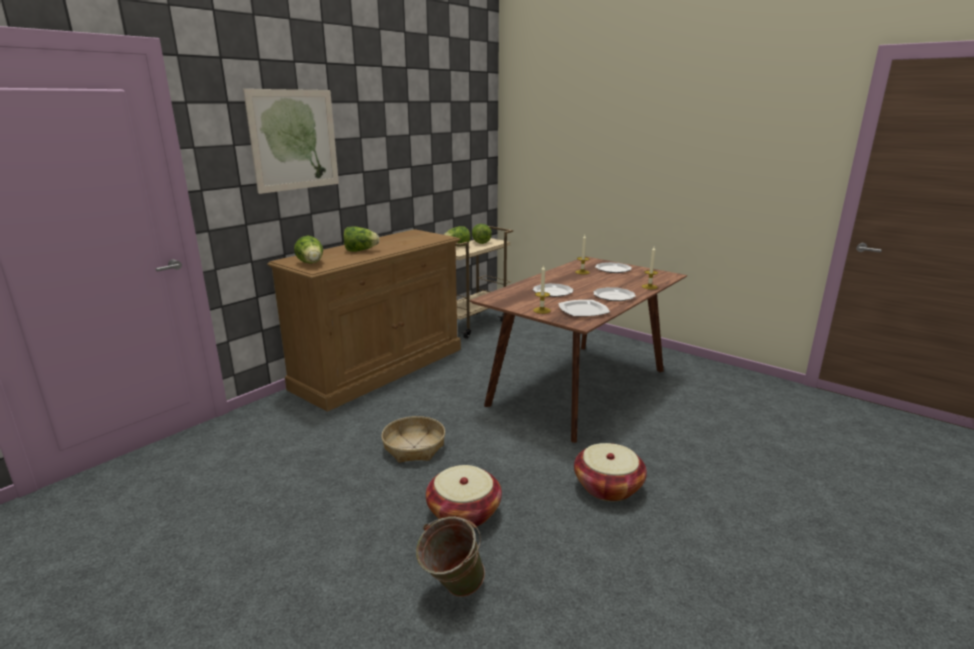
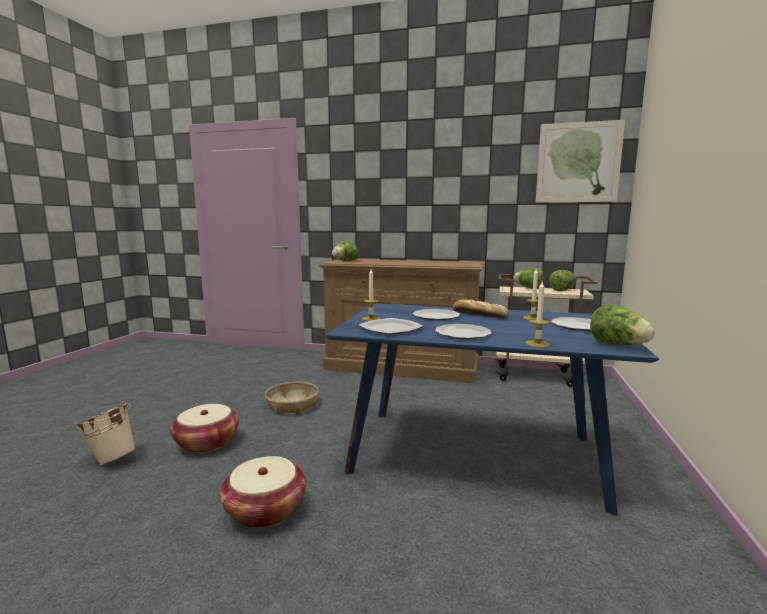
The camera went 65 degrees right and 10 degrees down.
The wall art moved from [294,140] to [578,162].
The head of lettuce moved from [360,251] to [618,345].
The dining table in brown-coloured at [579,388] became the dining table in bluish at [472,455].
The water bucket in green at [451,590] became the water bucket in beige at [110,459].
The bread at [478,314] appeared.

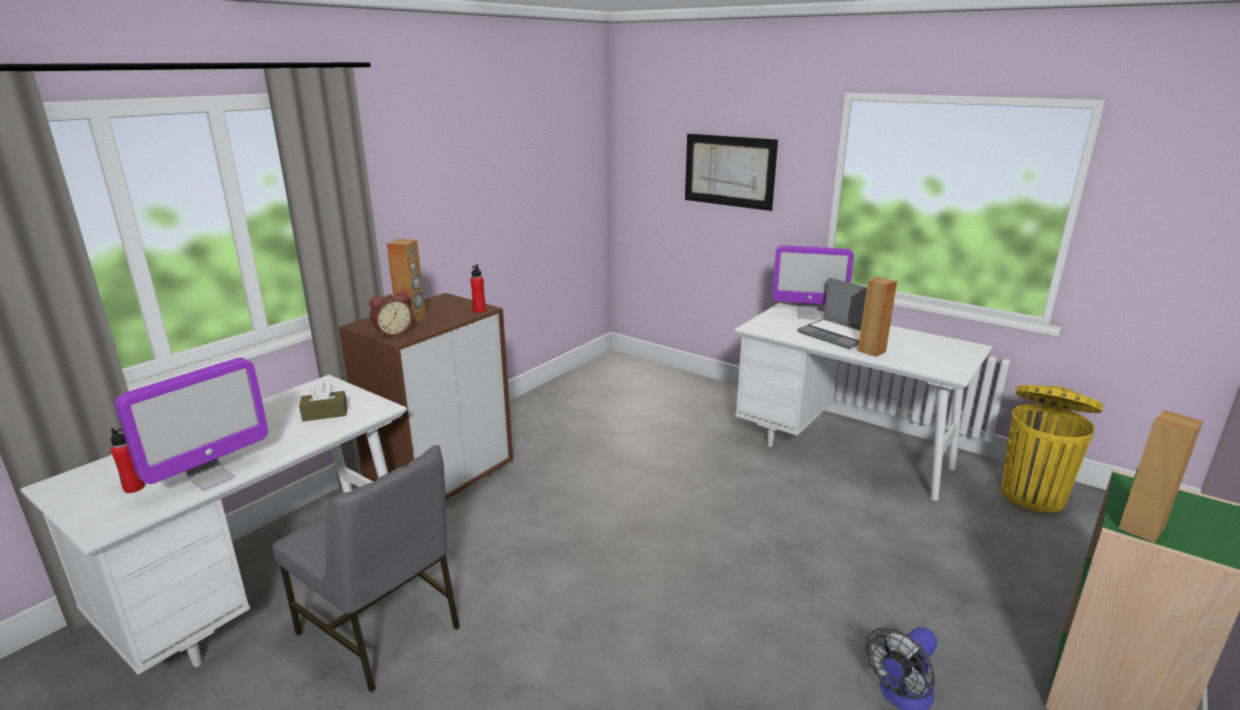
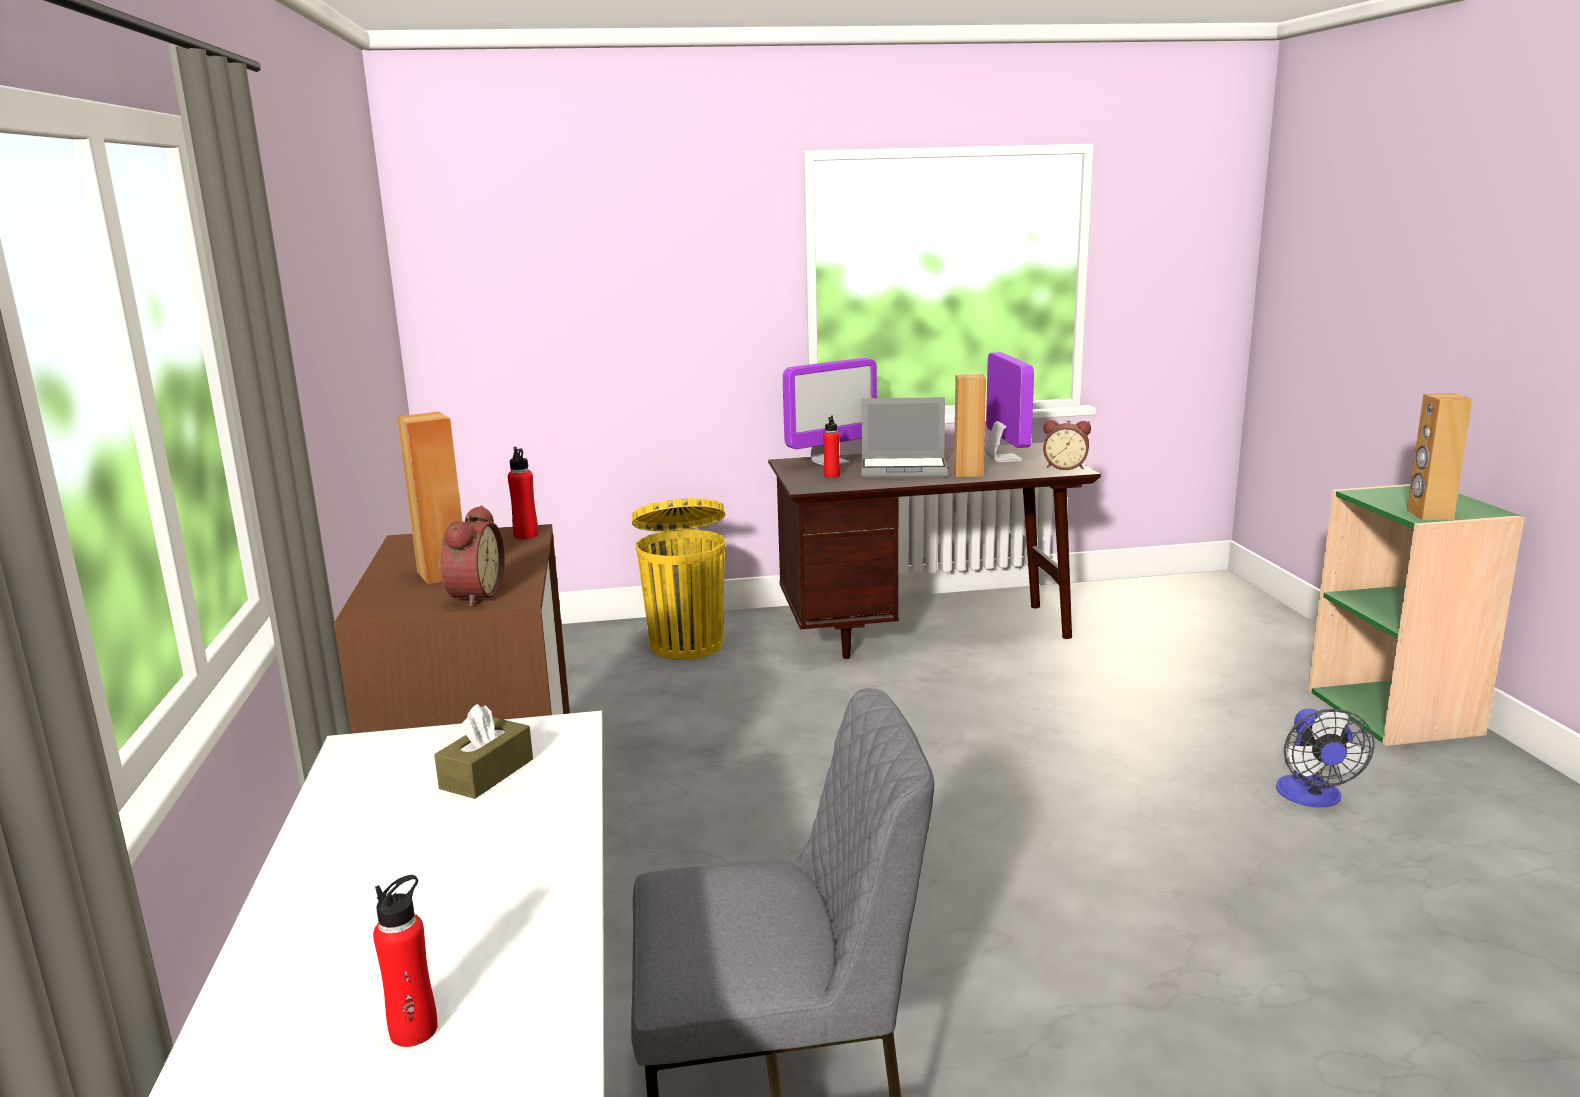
The camera went 45 degrees left and 5 degrees down.
The wall art at [729,171] disappeared.
The desk table in whitish at [844,452] became the desk table in brown-coloured at [926,632].
The monitor moved from [212,478] to [1004,459].
The trash can in yellow moved from [1032,495] to [686,644].
The bottle in red-coloured at [831,475] appeared.
The table clock at [1065,467] appeared.

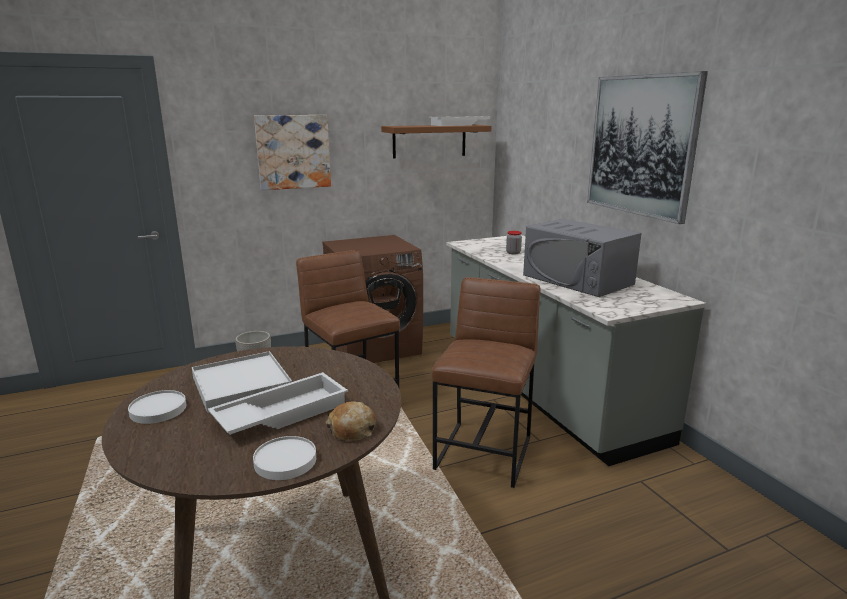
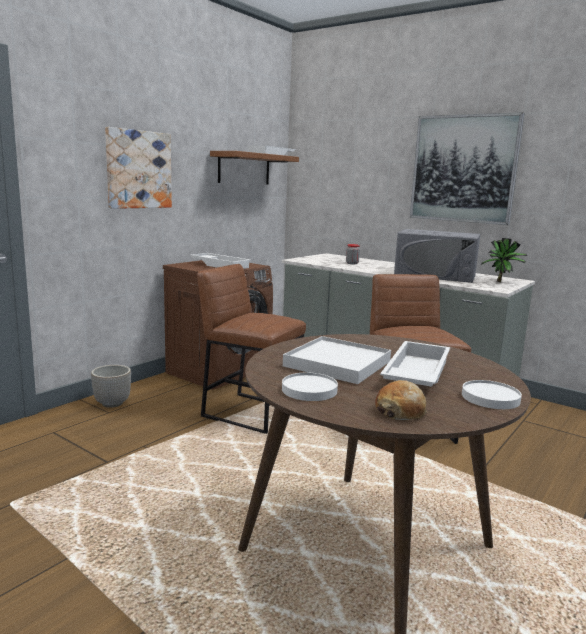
The camera went 30 degrees left and 5 degrees down.
The bread moved from [352,429] to [400,411].
The plant in a pot at [502,282] appeared.
The serving tray in whitish at [220,265] appeared.

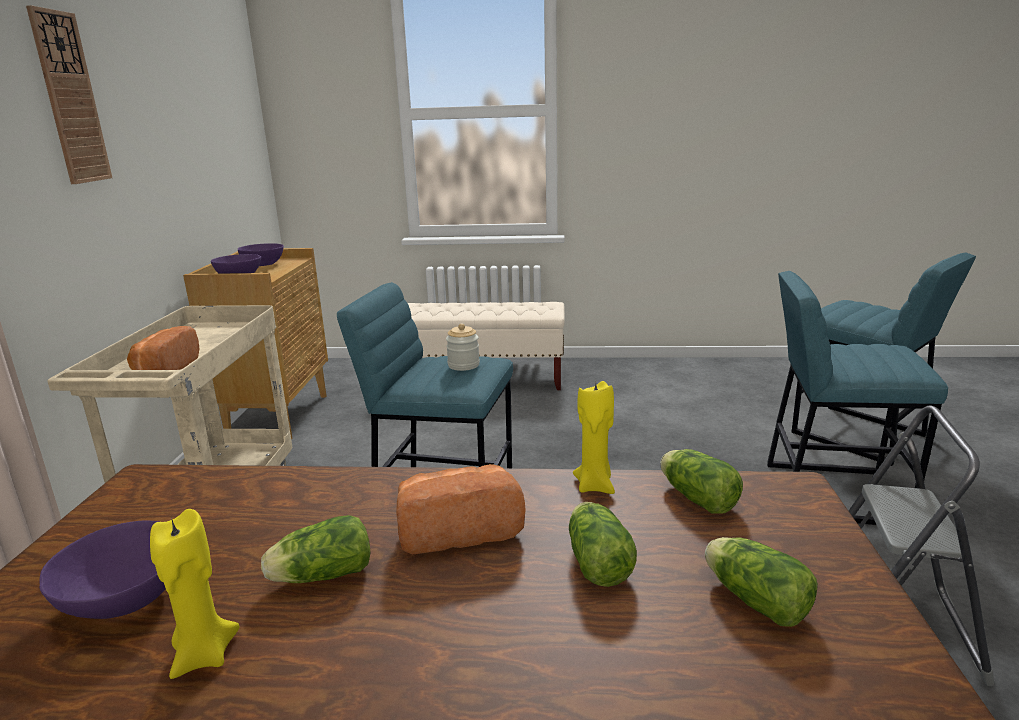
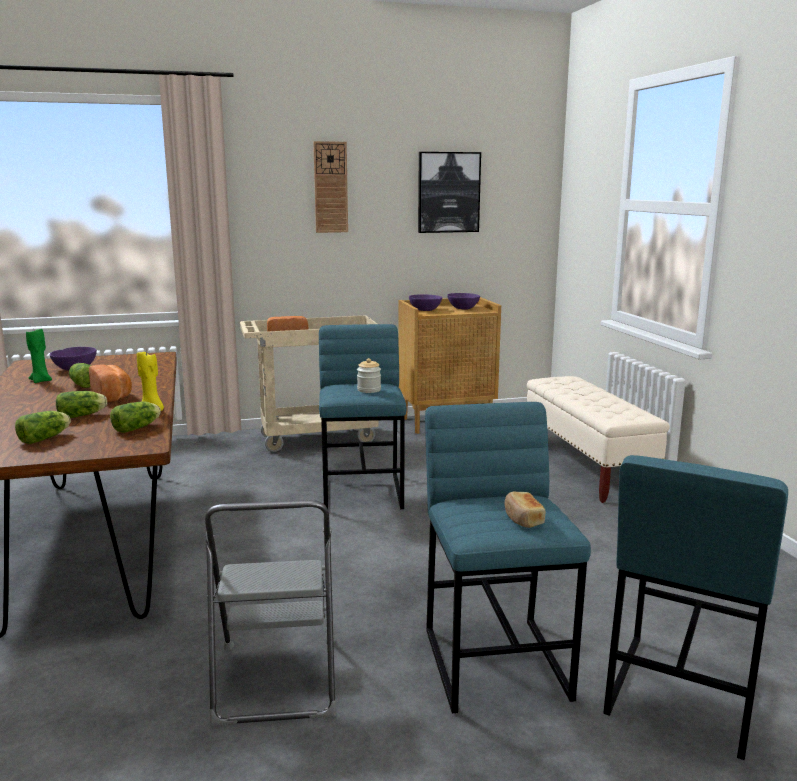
The camera went 70 degrees right and 5 degrees down.
The candle in yellow at [203,655] became the candle in green at [41,381].
The wall art at [448,192] appeared.
The bread at [522,519] appeared.

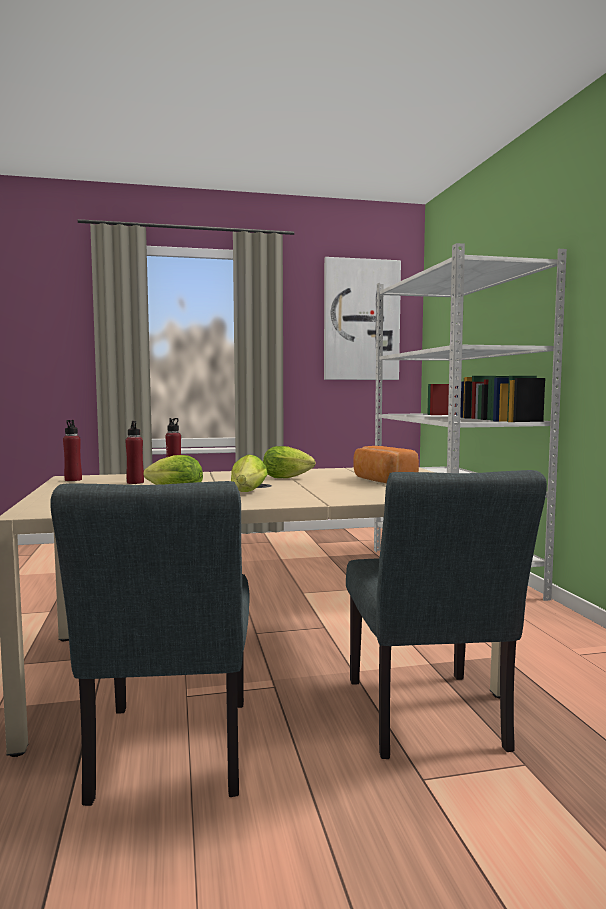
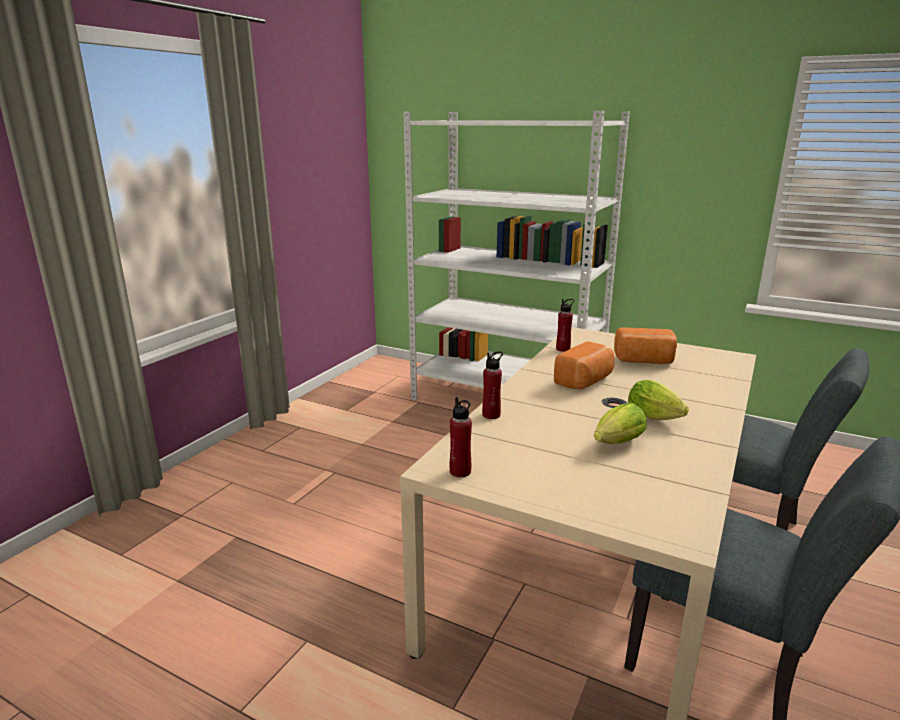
The camera went 50 degrees left and 15 degrees up.
The wall art at [361,320] disappeared.
The bottle in red-coloured moved from [135,482] to [563,349].
The head of lettuce at [289,478] was replaced by the bread at [585,381].

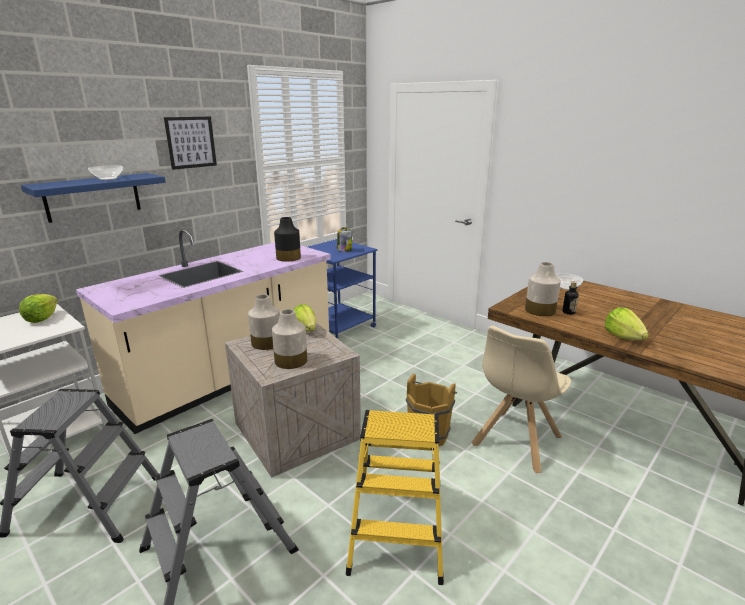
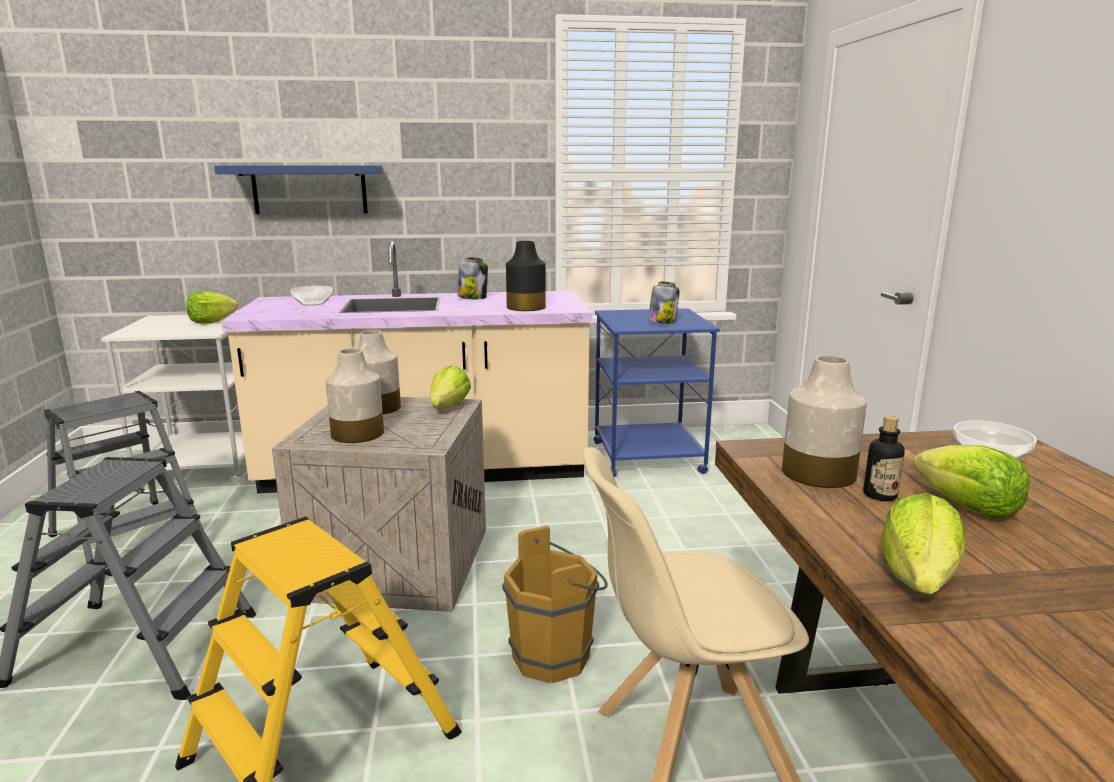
The camera went 40 degrees right and 5 degrees down.
The wall art at [191,142] disappeared.
The deep dish moved from [108,178] to [313,303].
The jar at [473,297] appeared.
The head of lettuce at [967,507] appeared.

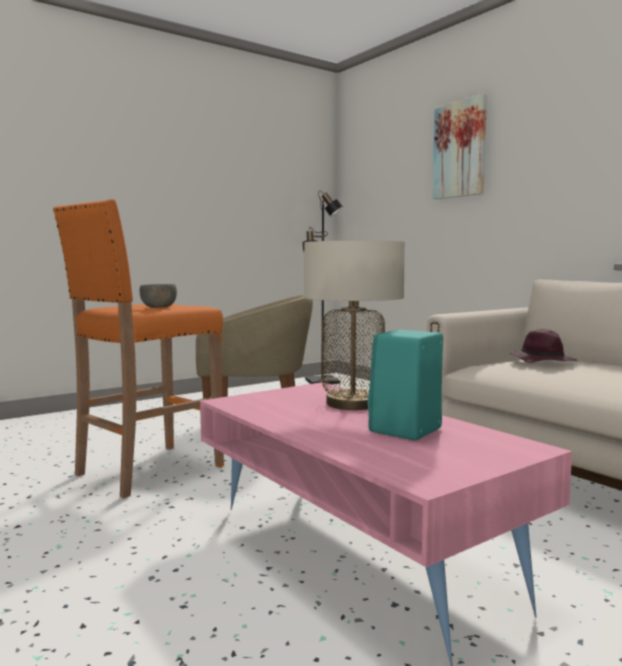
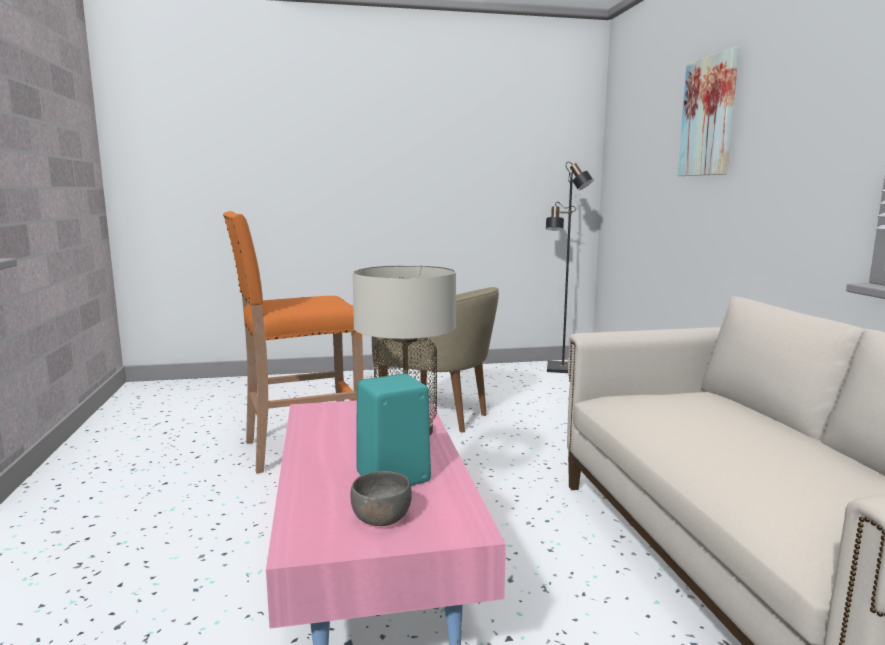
The camera went 25 degrees right and 5 degrees up.
The deep dish in gray moved from [158,307] to [381,518].
The clothing hat in purple at [540,361] disappeared.

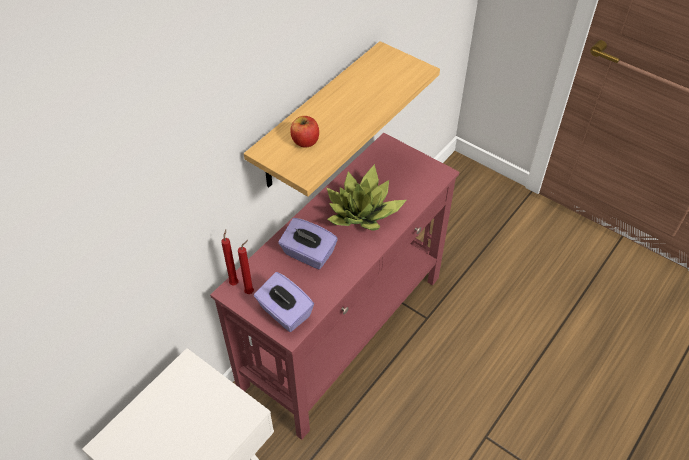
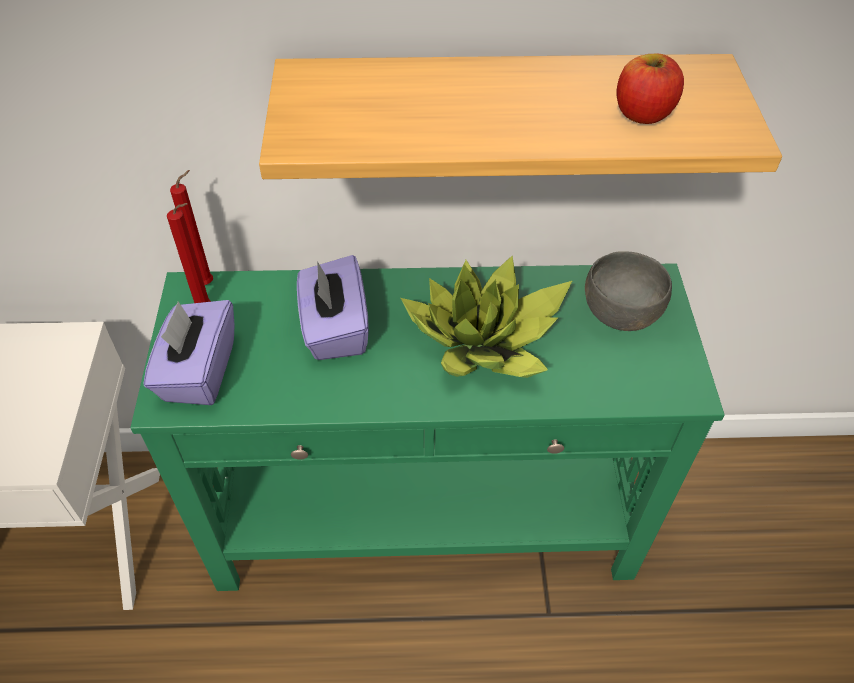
The camera went 50 degrees right and 0 degrees up.
The whole apple moved from [305,141] to [642,113].
The console table in red-coloured at [345,331] became the console table in green at [427,519].
The deep dish in gray at [619,312] appeared.

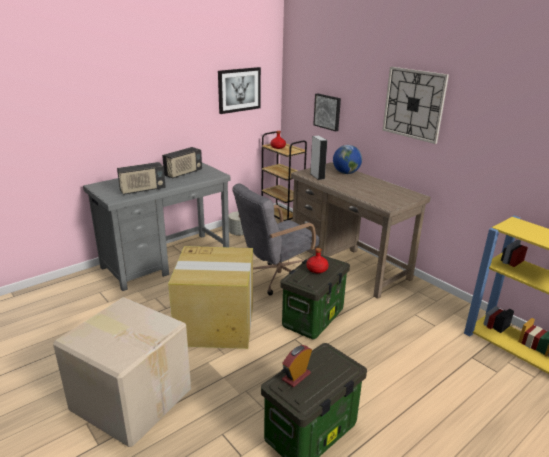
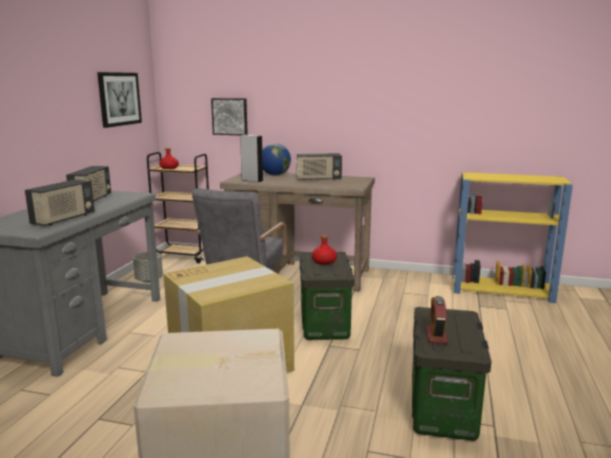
The camera went 35 degrees left and 10 degrees down.
The hanging clock at [414,104] disappeared.
The radio receiver at [318,179] appeared.

